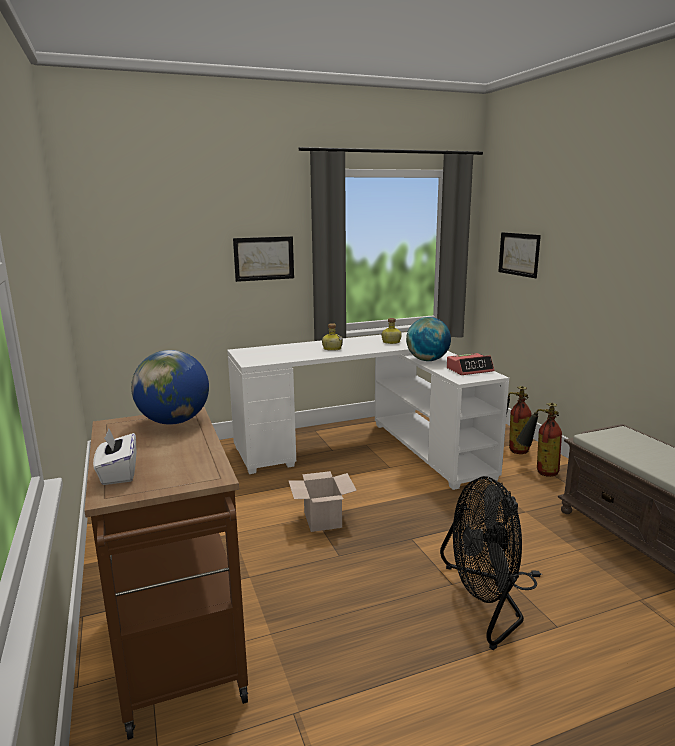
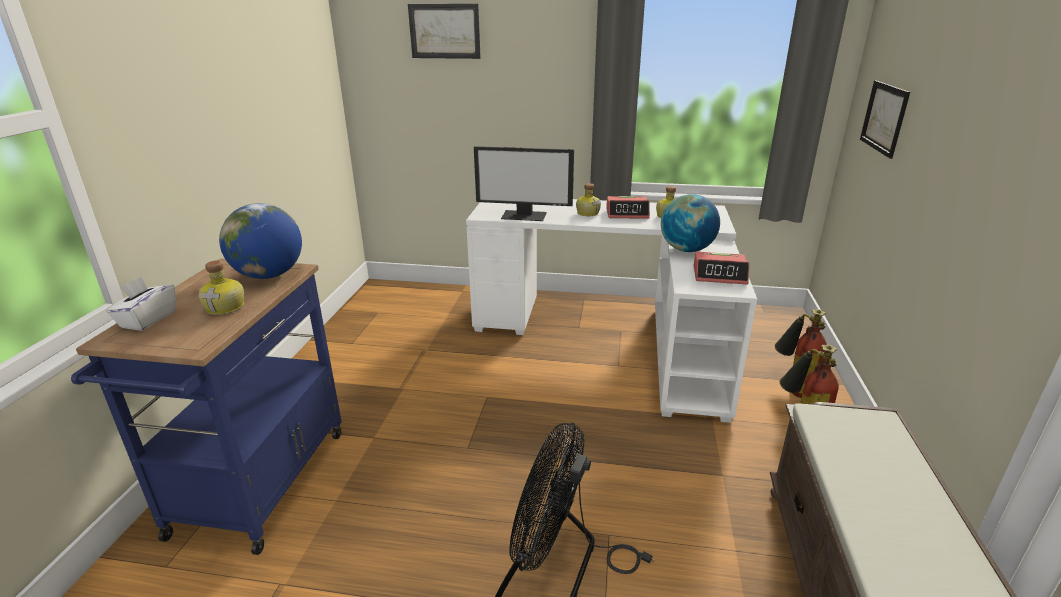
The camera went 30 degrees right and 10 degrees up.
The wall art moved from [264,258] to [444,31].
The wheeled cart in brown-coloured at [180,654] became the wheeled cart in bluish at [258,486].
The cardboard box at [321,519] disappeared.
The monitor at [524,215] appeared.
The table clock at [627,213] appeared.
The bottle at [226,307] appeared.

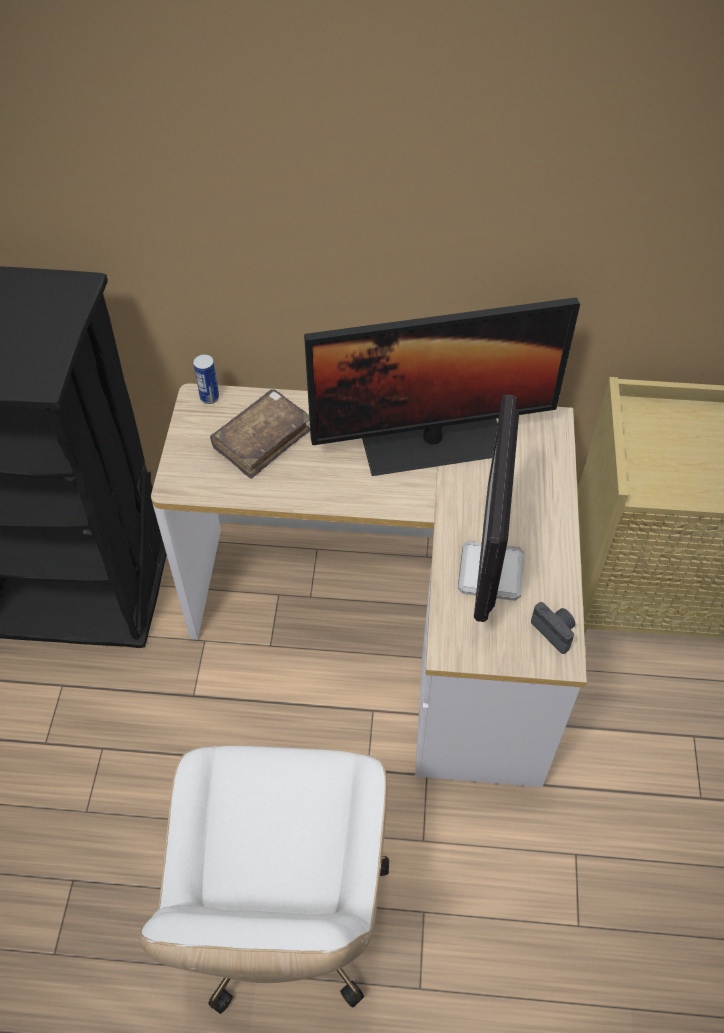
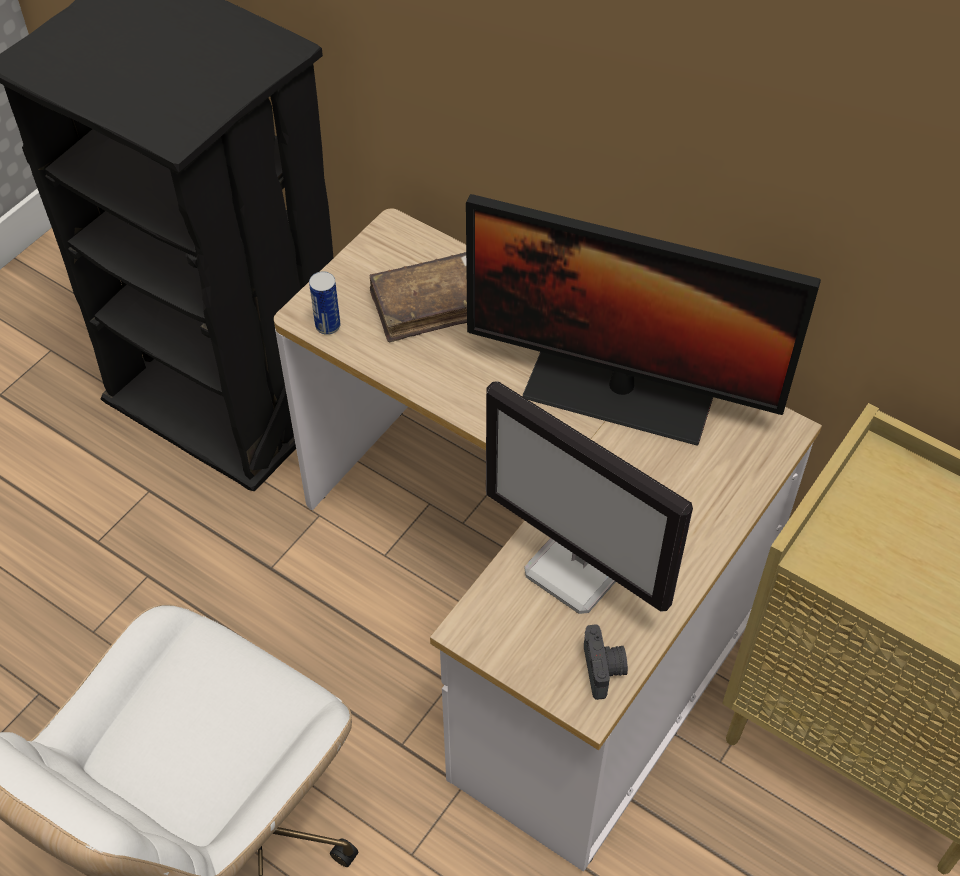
The camera went 30 degrees right and 0 degrees up.
The can moved from [209,397] to [328,326].
The monitor at [491,573] turned 90 degrees counterclockwise.

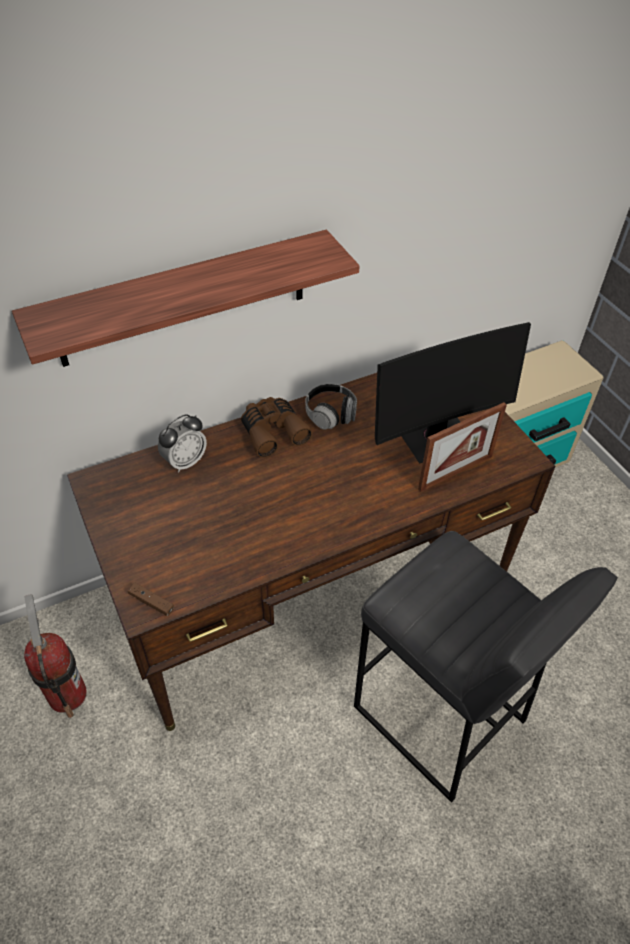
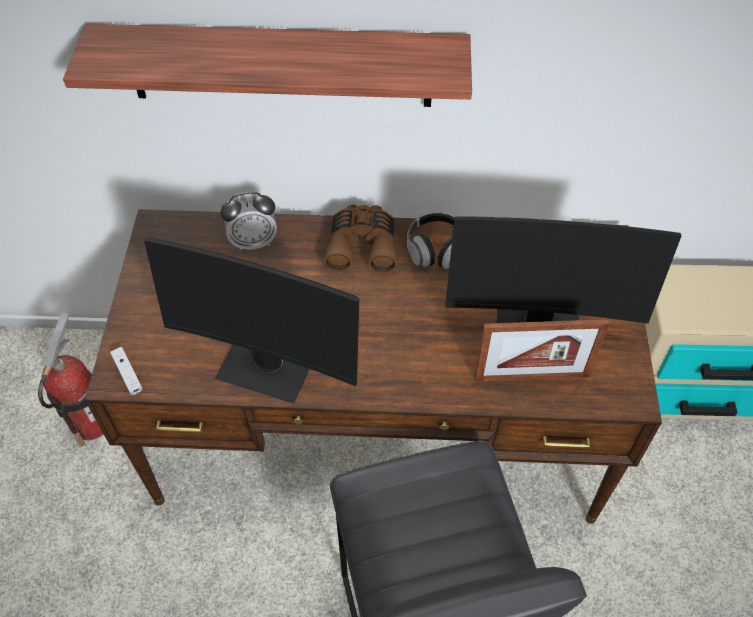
The camera went 30 degrees right and 5 degrees up.
The joypad in brown-coloured at [151,602] became the joypad in whitish at [127,374].
The monitor at [268,365] appeared.

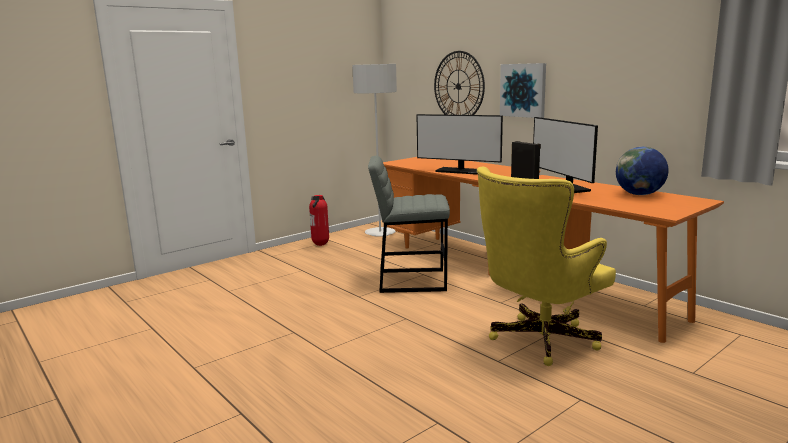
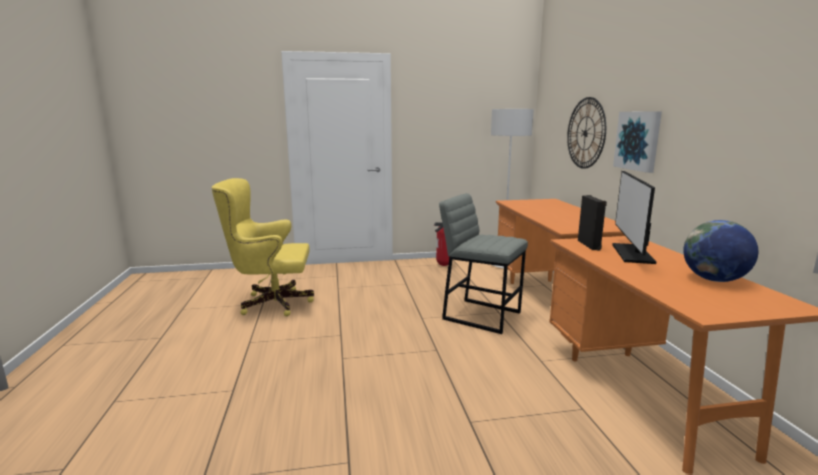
The camera went 30 degrees right and 0 degrees up.
The monitor at [459,171] disappeared.
The computer chair in yellow moved from [539,342] to [271,303].

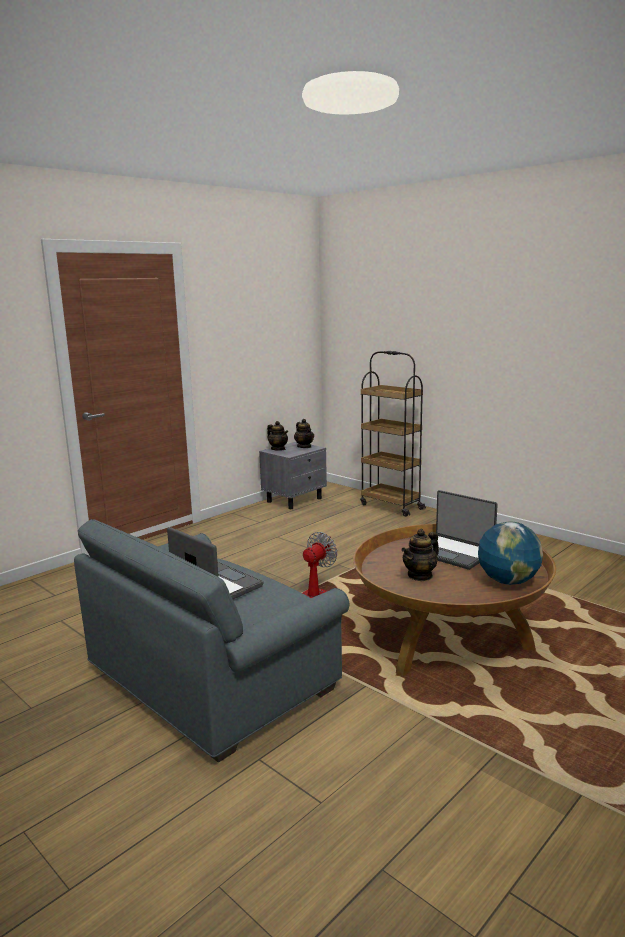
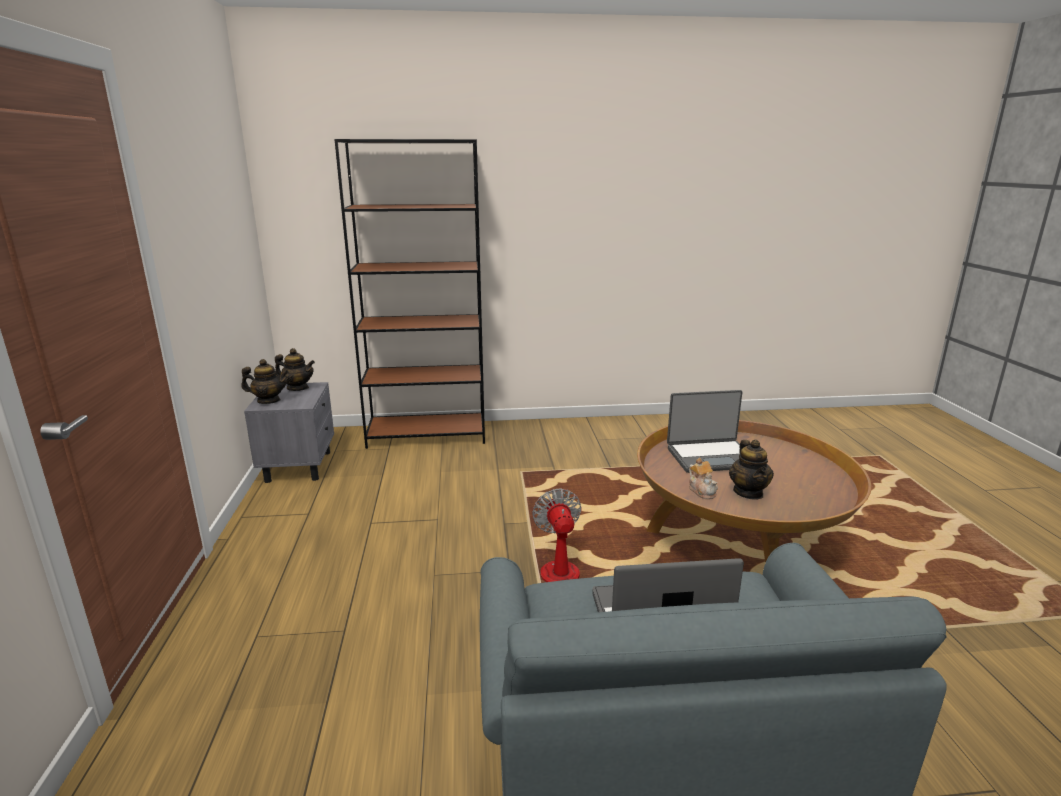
The camera went 50 degrees left and 5 degrees up.
The wheeled cart in brown-coloured at [391,507] was replaced by the shelving unit in brown-coloured at [427,434].
The globe at [508,581] disappeared.
The tea pot at [702,491] appeared.

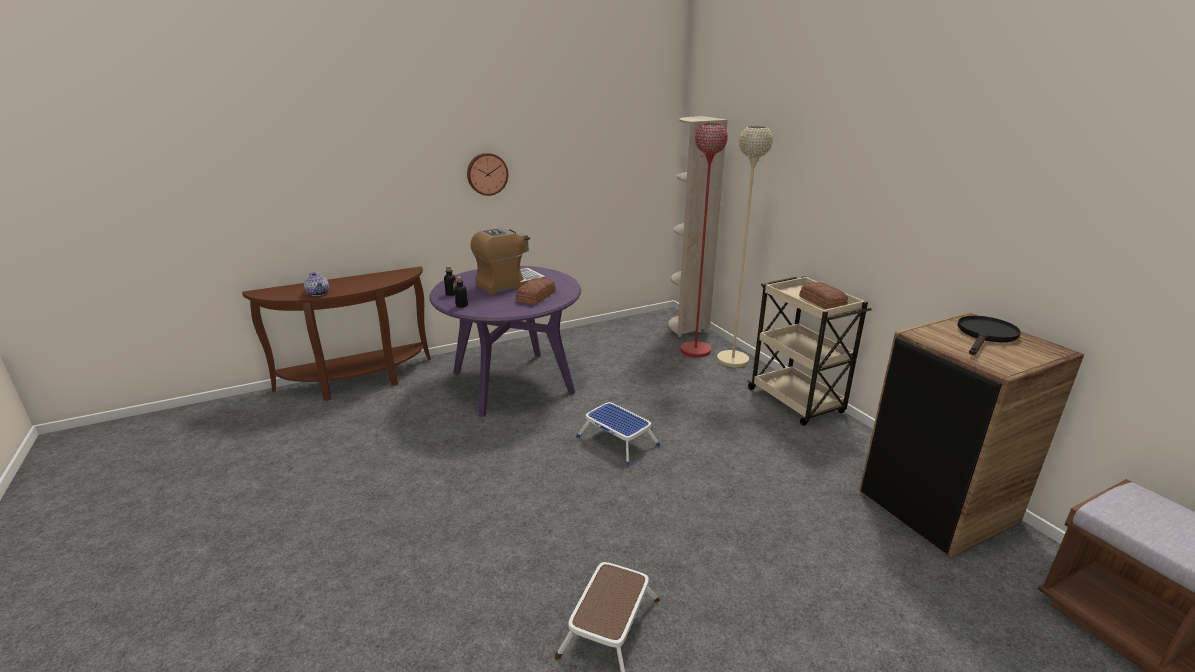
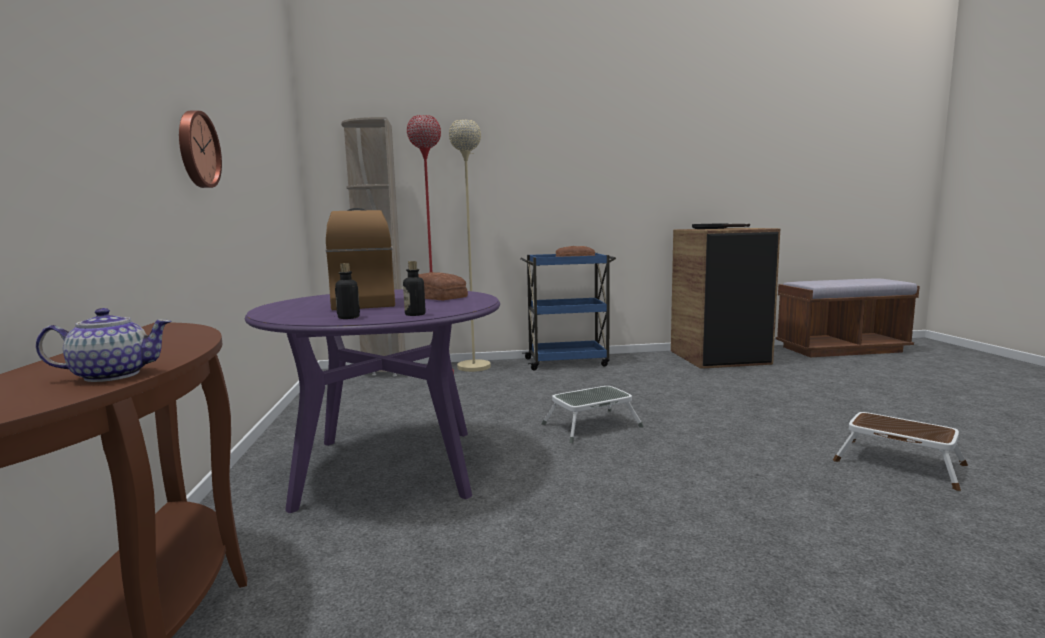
The camera went 70 degrees left and 15 degrees down.
The wheeled cart in beige at [796,402] became the wheeled cart in bluish at [568,362].
The step stool in bluish at [617,441] became the step stool in gray at [592,425].

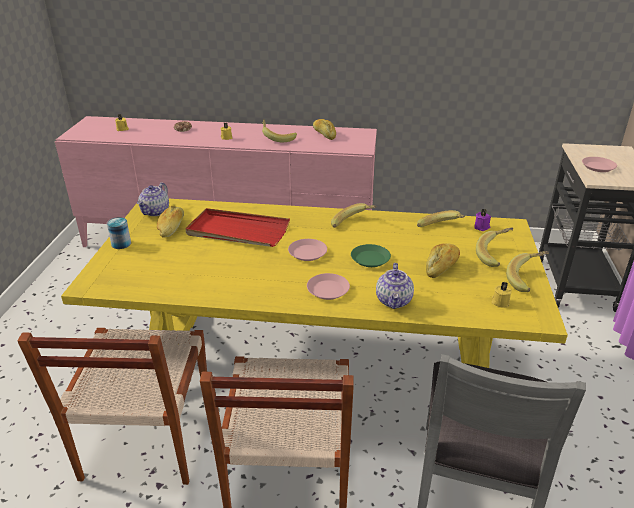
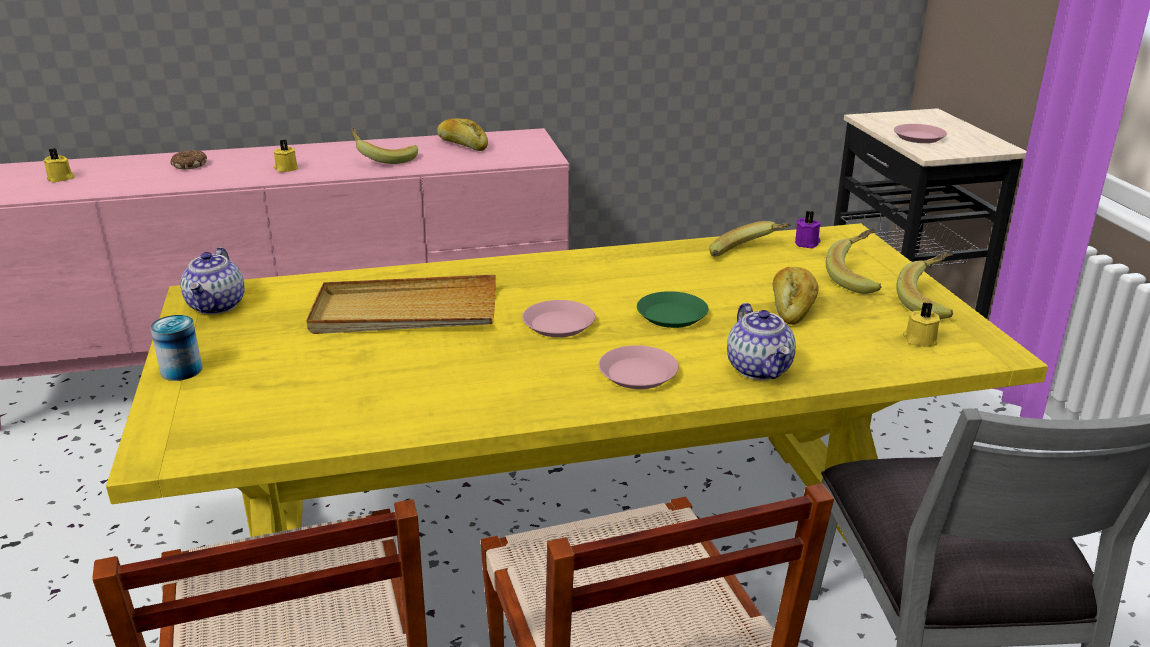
The camera went 20 degrees left and 5 degrees down.
The banana fruit at [353,224] disappeared.
The bread at [172,228] disappeared.
The serving tray in red-coloured at [237,231] became the serving tray in beige at [405,312].

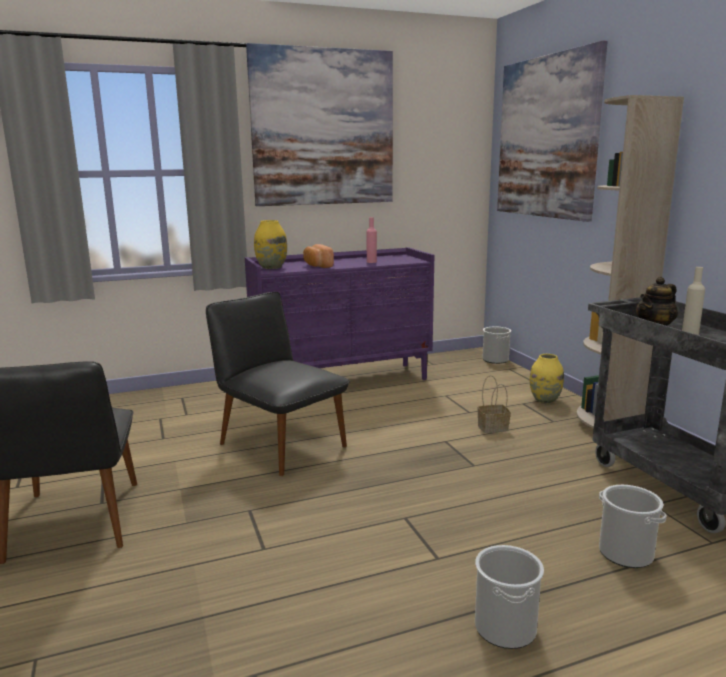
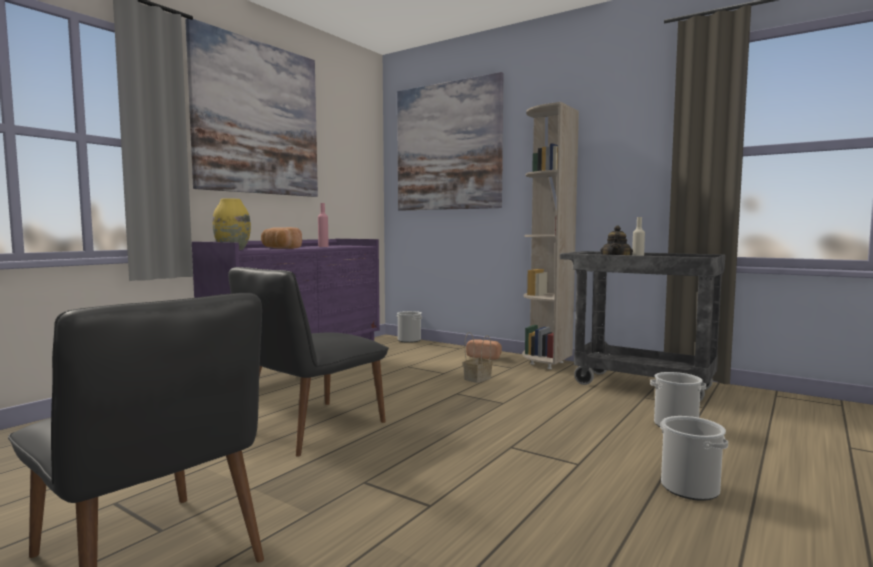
The camera went 35 degrees left and 10 degrees down.
The chair in black-coloured at [282,445] turned 60 degrees counterclockwise.
The vase in yellow at [545,400] was replaced by the bread at [485,357].

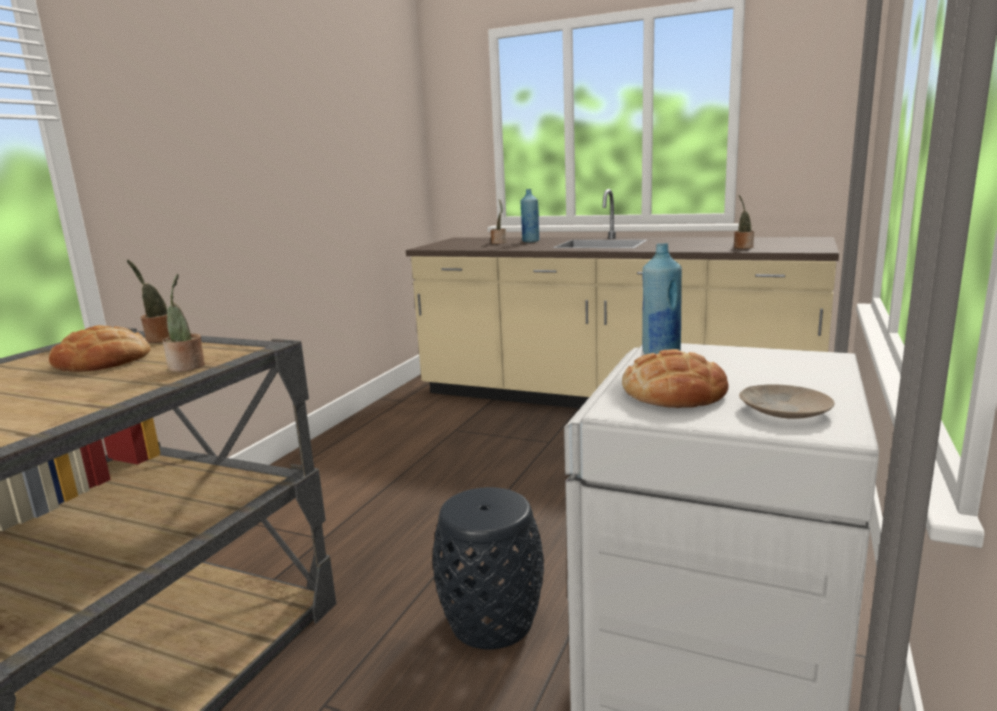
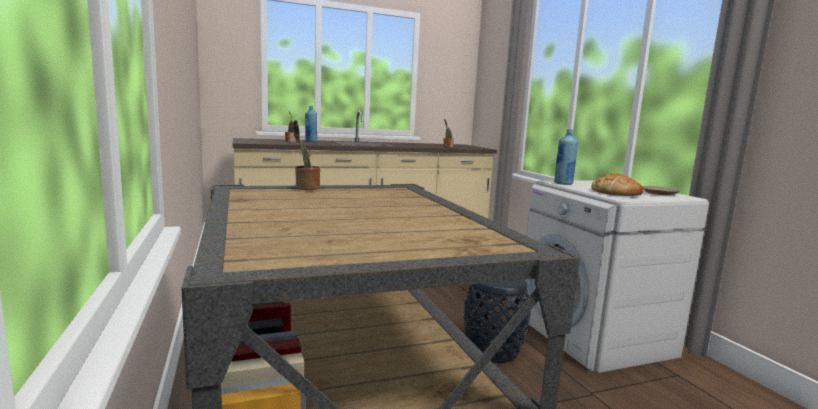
The camera went 45 degrees left and 5 degrees down.
The plant in a pot at [187,367] disappeared.
The bread at [104,361] disappeared.

